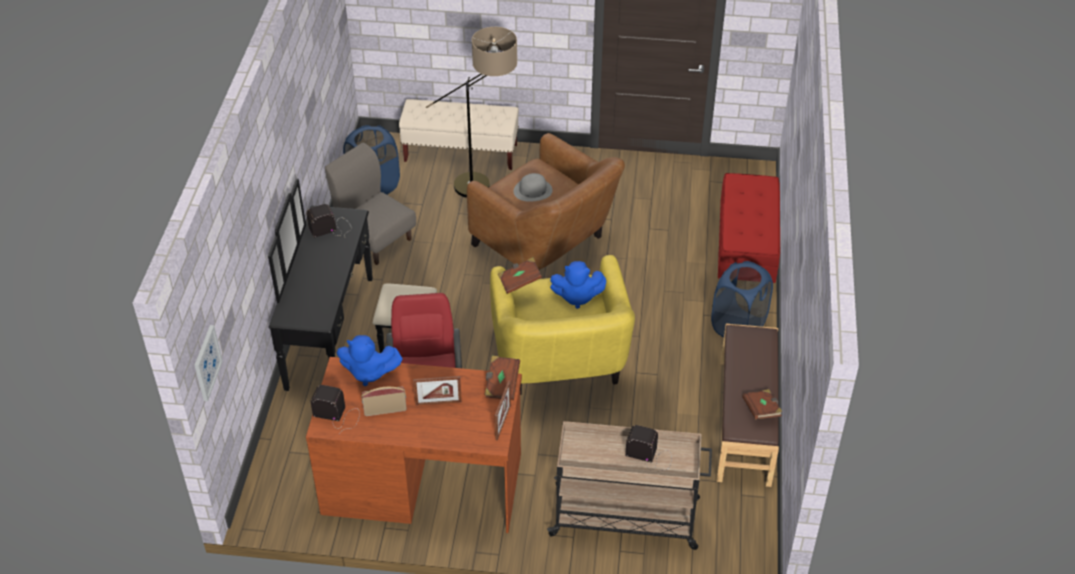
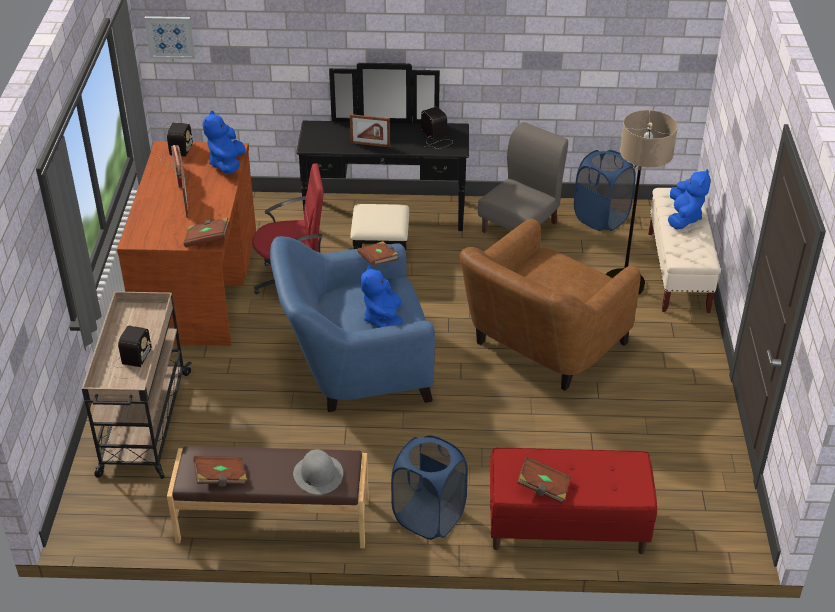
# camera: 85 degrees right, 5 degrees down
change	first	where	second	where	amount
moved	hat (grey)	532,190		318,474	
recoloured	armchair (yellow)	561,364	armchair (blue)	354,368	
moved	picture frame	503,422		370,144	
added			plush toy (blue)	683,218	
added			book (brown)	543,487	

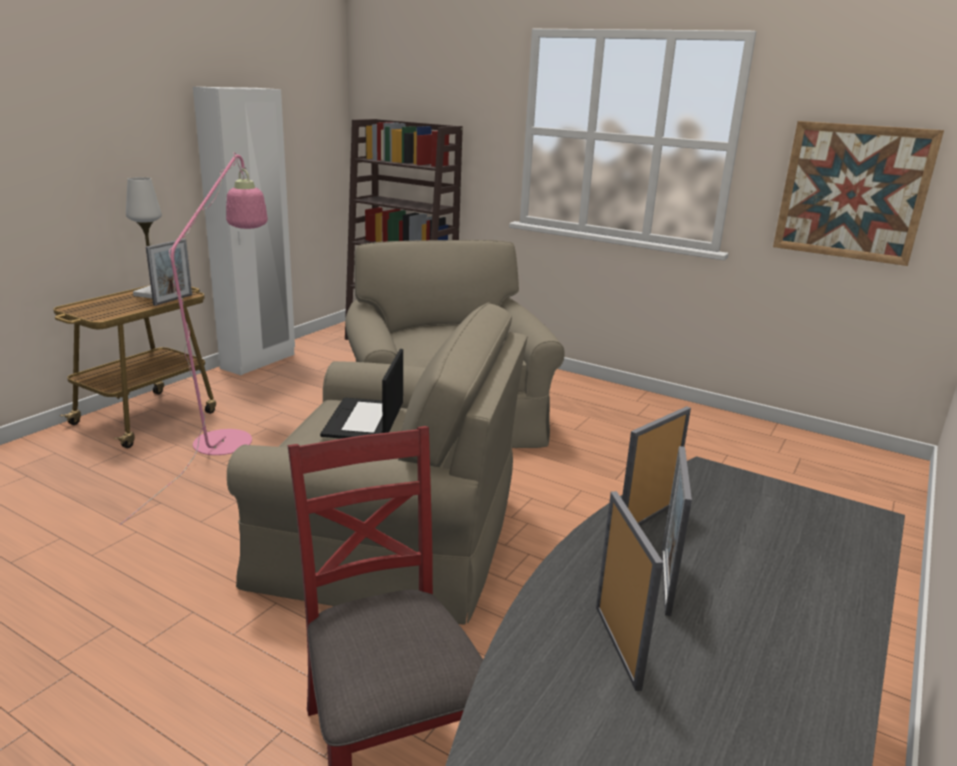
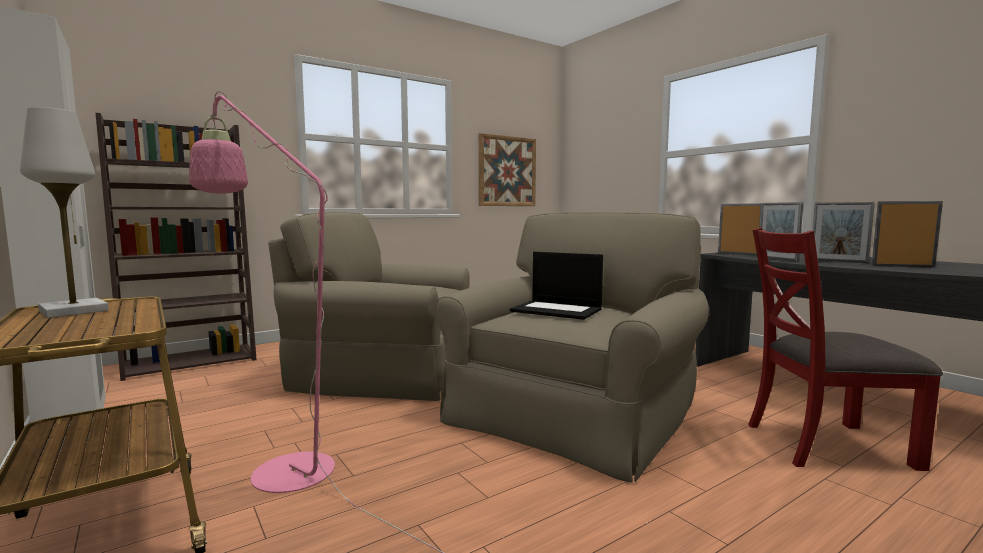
# camera: 65 degrees left, 15 degrees down
change	first	where	second	where	amount
moved	picture frame	173,300		738,253	

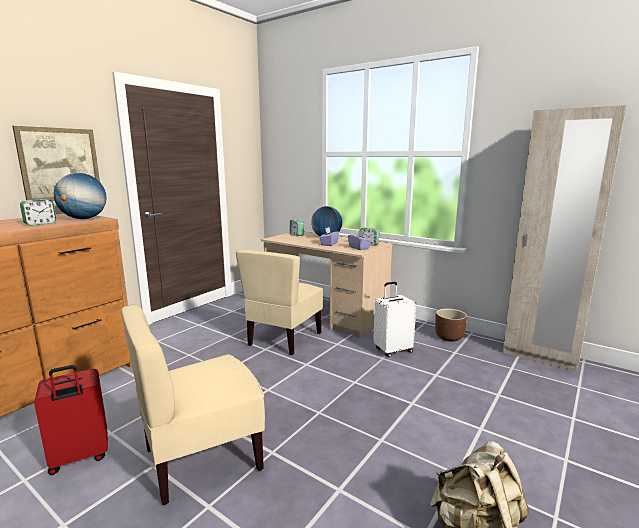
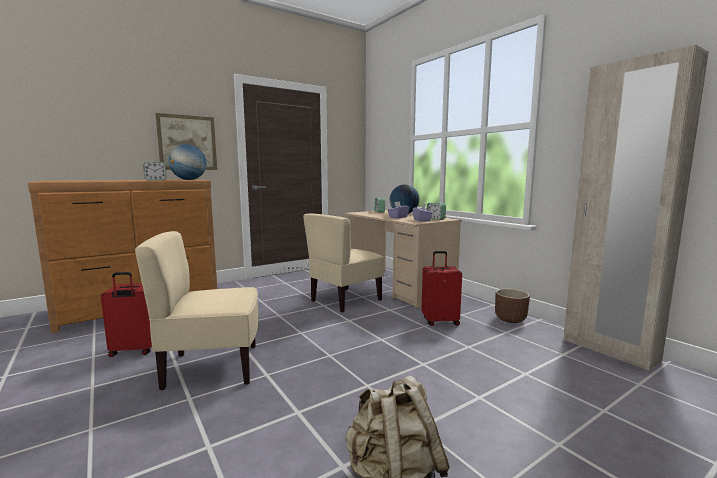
# camera: 20 degrees right, 5 degrees down
change	first	where	second	where	amount
recoloured	suitcase (white)	392,350	suitcase (red)	440,321	

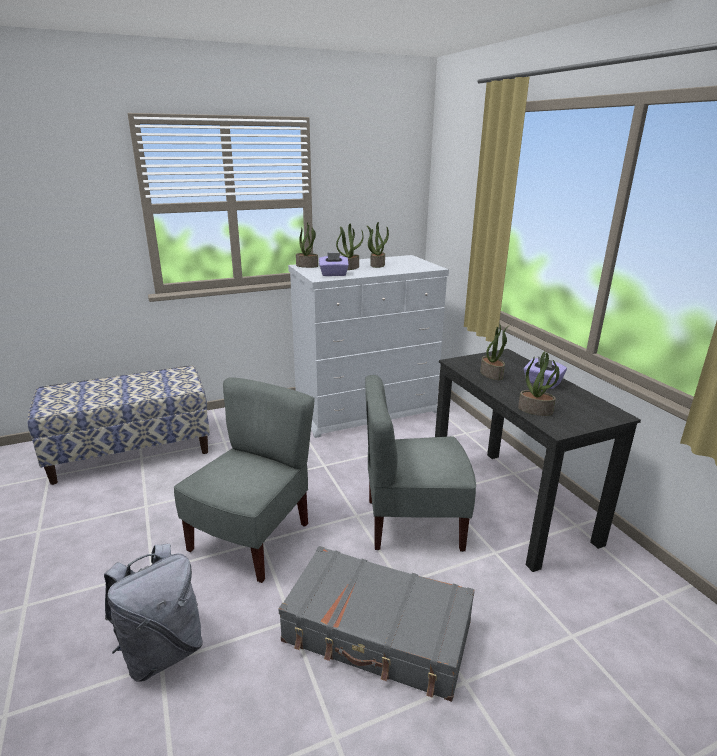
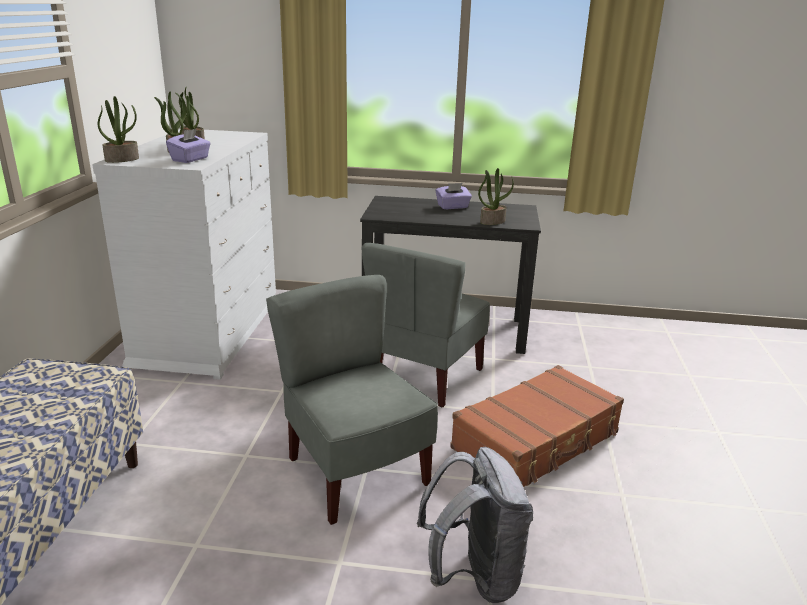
# camera: 60 degrees left, 0 degrees up
change	first	where	second	where	amount
removed	potted plant	492,374			
recoloured	suitcase (grey)	377,633	suitcase (brown)	537,441	

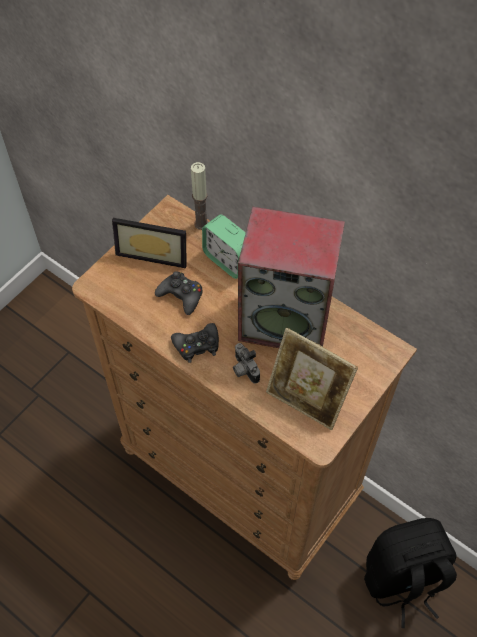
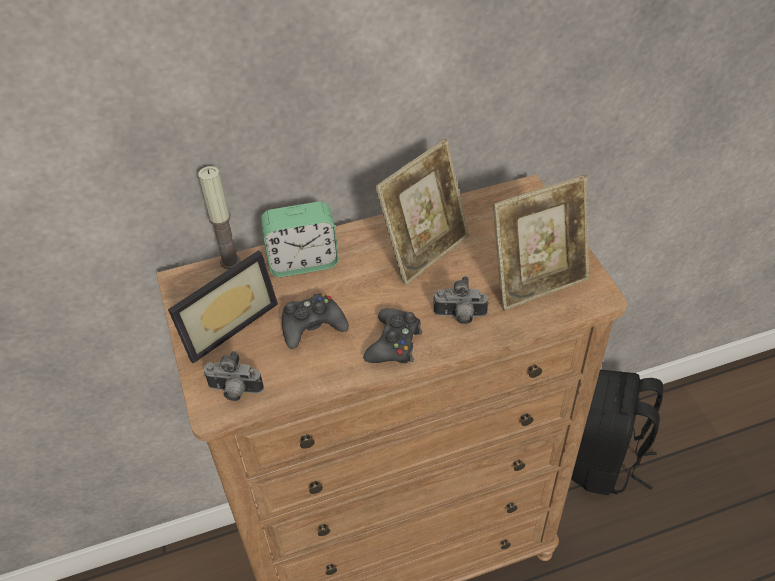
# camera: 55 degrees left, 10 degrees down
change	first	where	second	where	amount
replaced	speaker	286,320	picture frame	425,251	
added			photo camera	234,392	

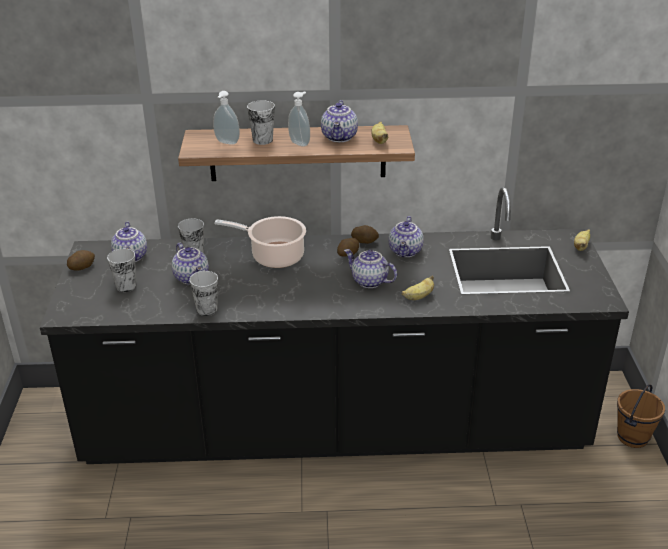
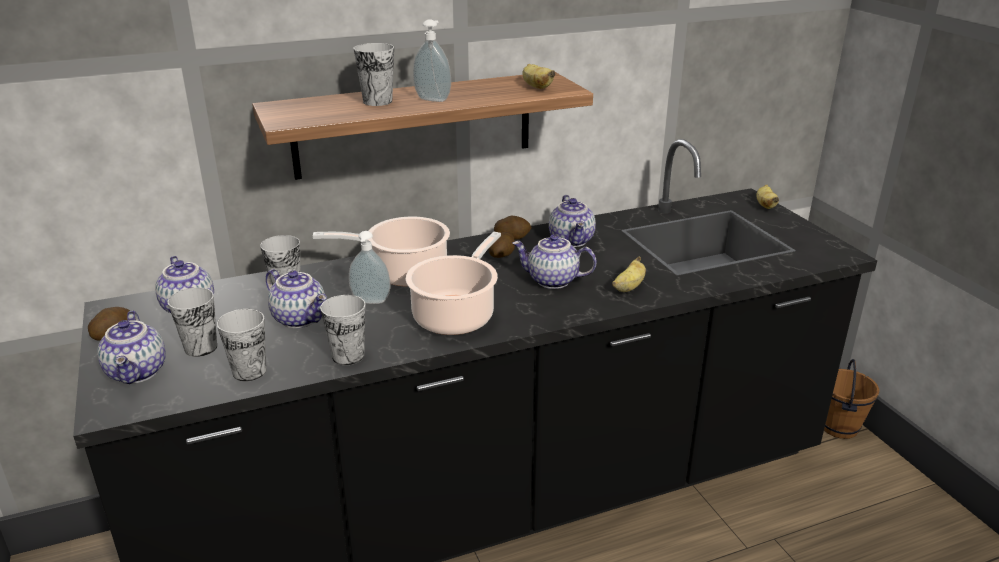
# camera: 20 degrees left, 5 degrees down
change	first	where	second	where	amount
moved	soap dispenser	226,143		370,302	
moved	teapot	340,137		138,372	
added			cooking pot	456,315	
added			cup	249,372	

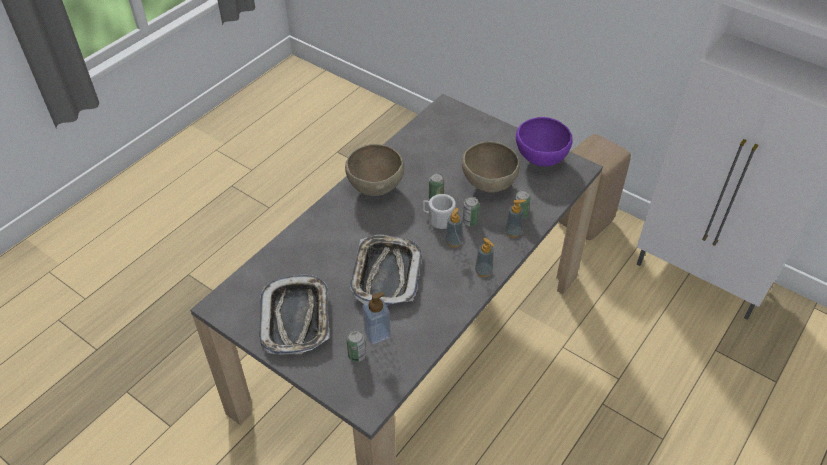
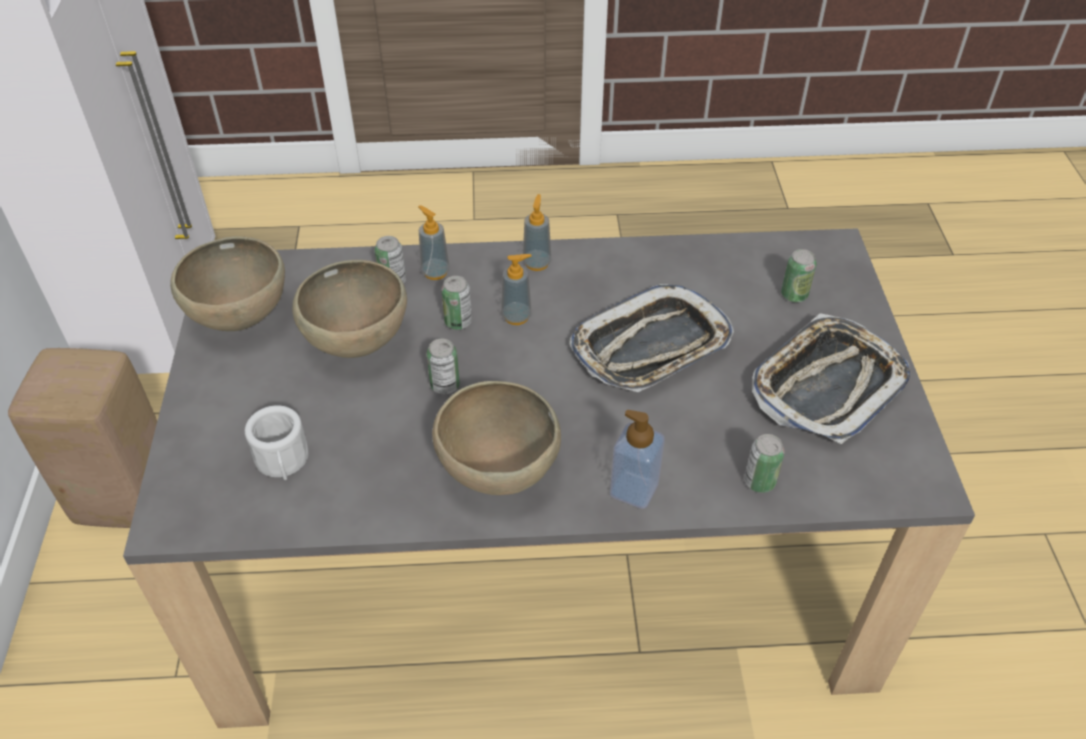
# camera: 130 degrees left, 0 degrees up
change	first	where	second	where	amount
recoloured	bowl (purple)	540,160	bowl (brown)	241,318	
moved	mug (white)	438,219		283,462	
moved	soap dispenser	377,334		634,489	
added			can	759,482	

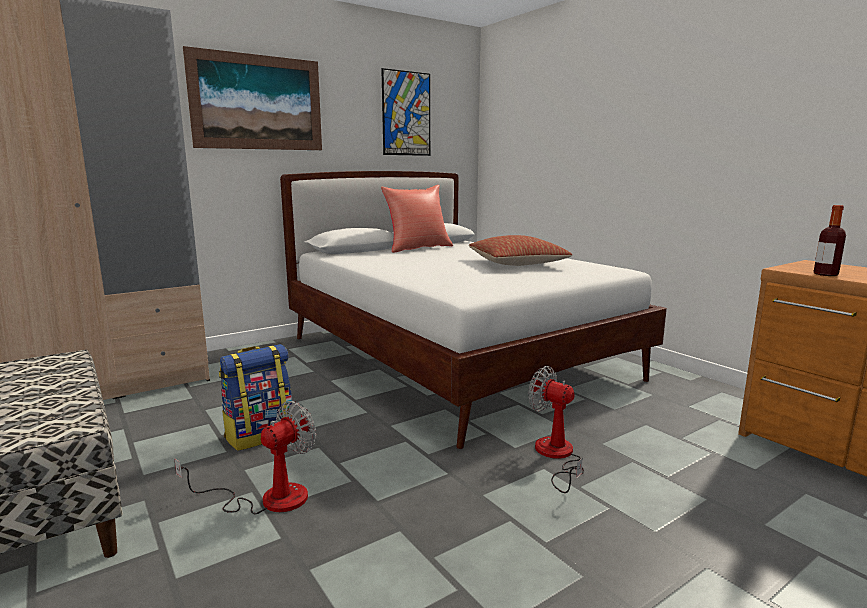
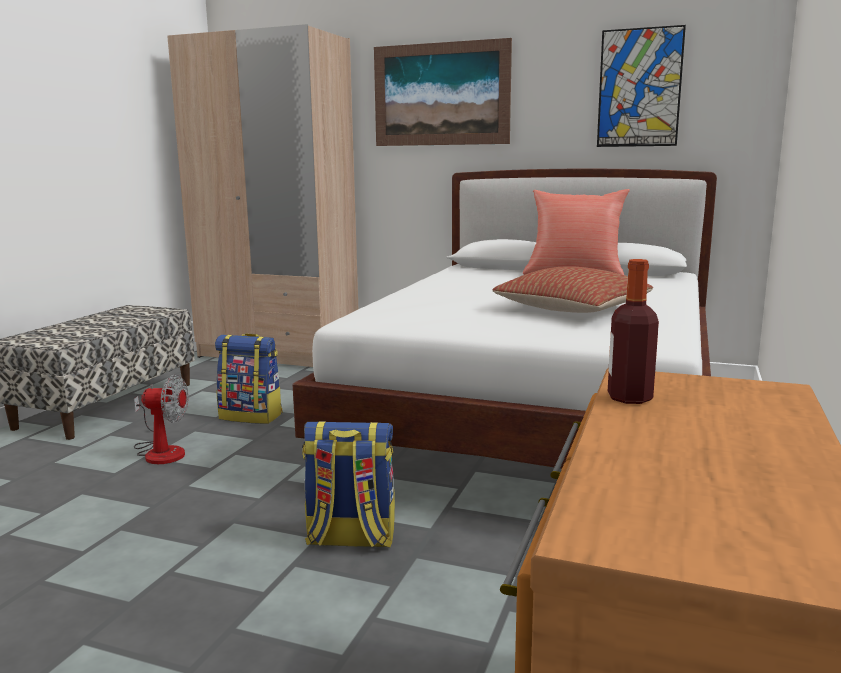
# camera: 55 degrees right, 0 degrees up
change	first	where	second	where	amount
replaced	fan	556,456	backpack	350,538	

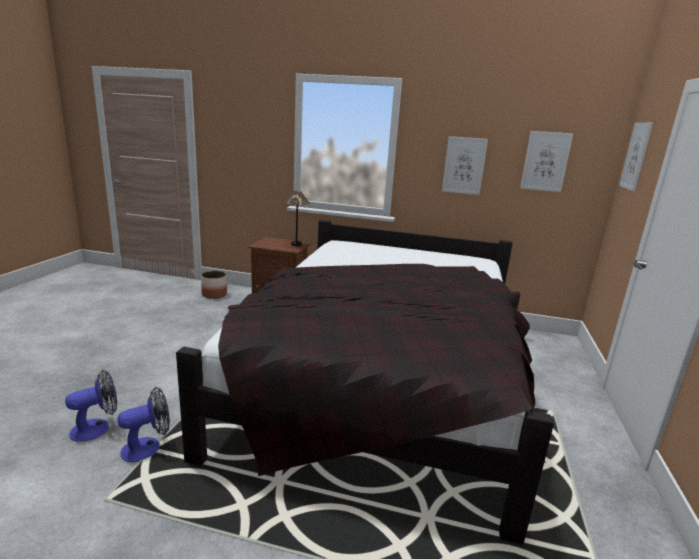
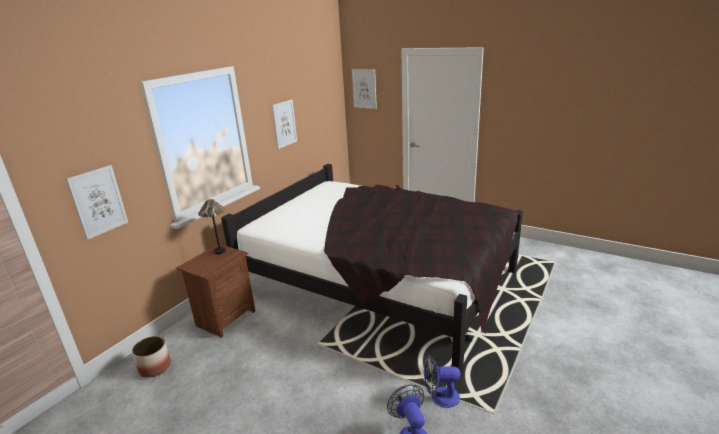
# camera: 70 degrees left, 5 degrees up
change	first	where	second	where	amount
moved	picture	545,161		98,201	
turned	fan	148,447		440,397	75 degrees counterclockwise

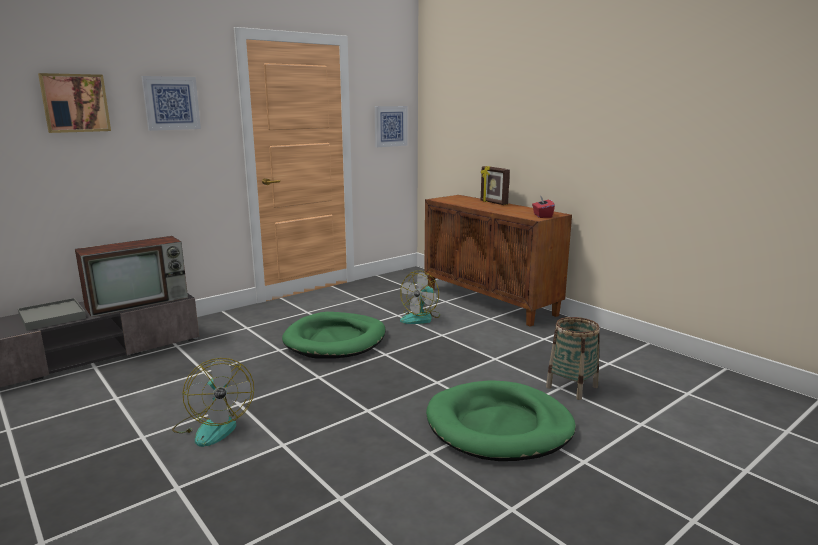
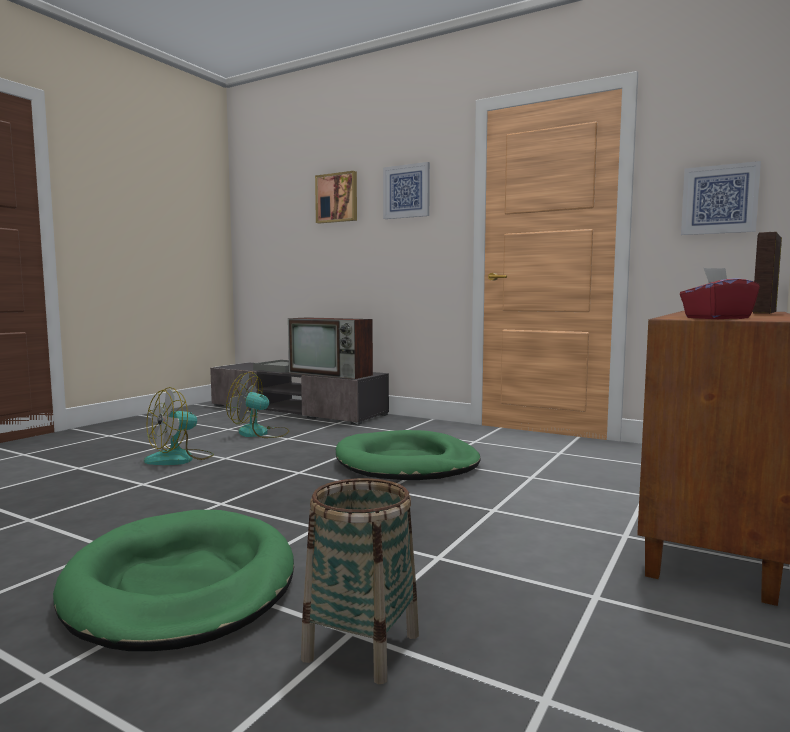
# camera: 70 degrees right, 10 degrees down
change	first	where	second	where	amount
moved	fan	421,318		260,433	

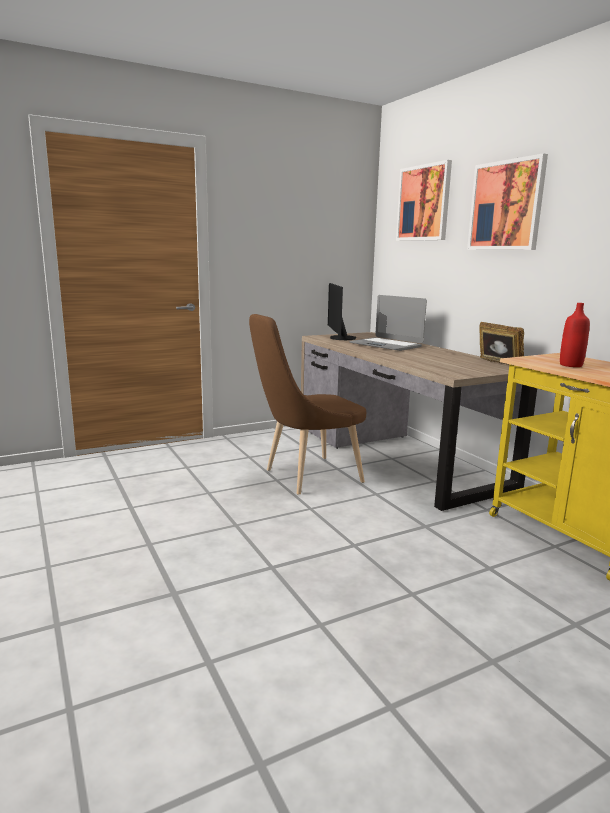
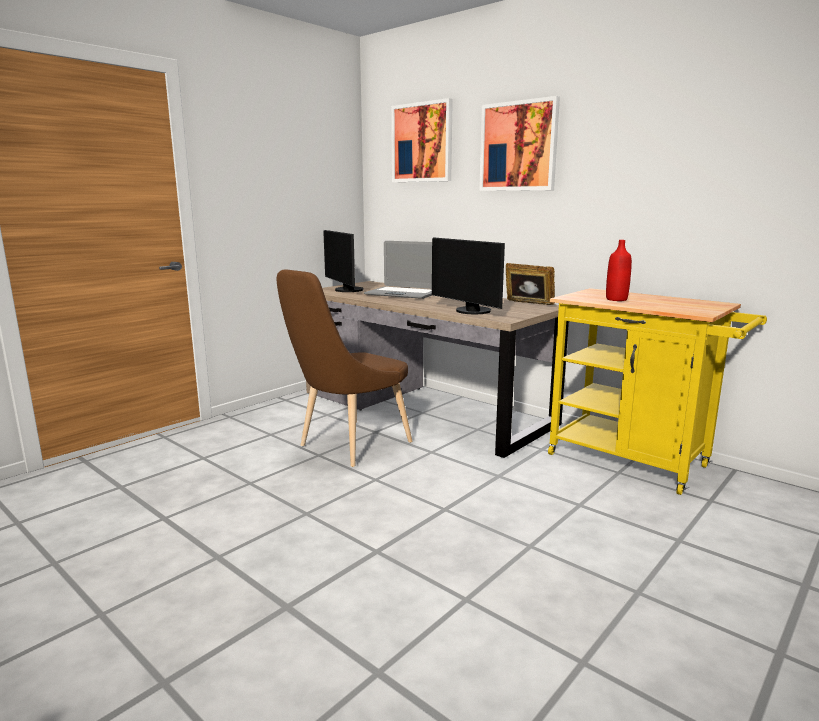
# camera: 20 degrees left, 0 degrees up
change	first	where	second	where	amount
added			monitor	470,311	

